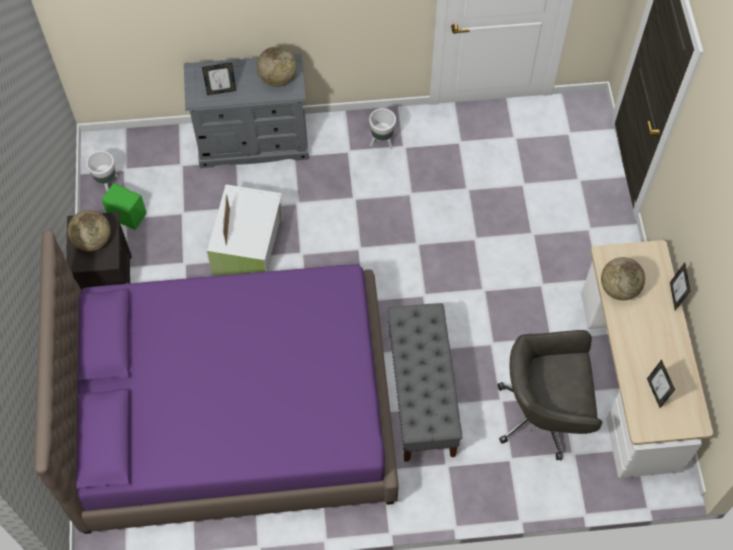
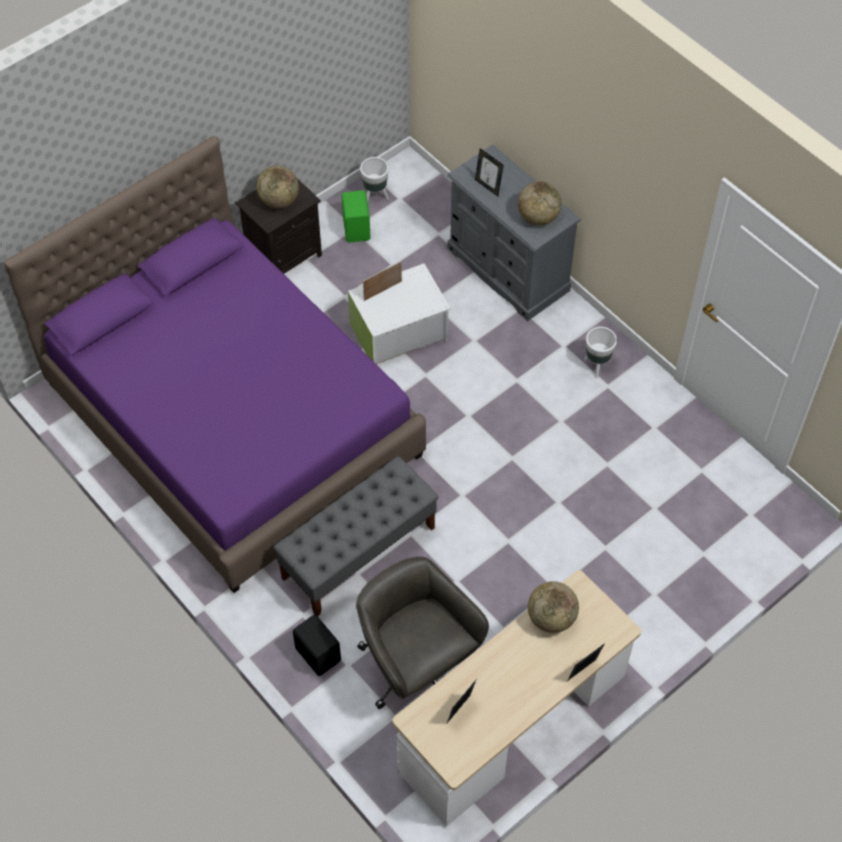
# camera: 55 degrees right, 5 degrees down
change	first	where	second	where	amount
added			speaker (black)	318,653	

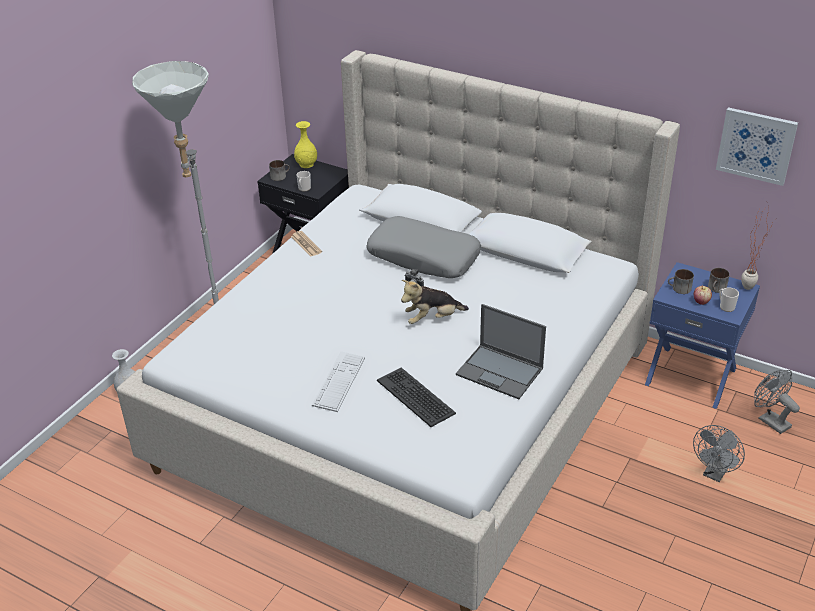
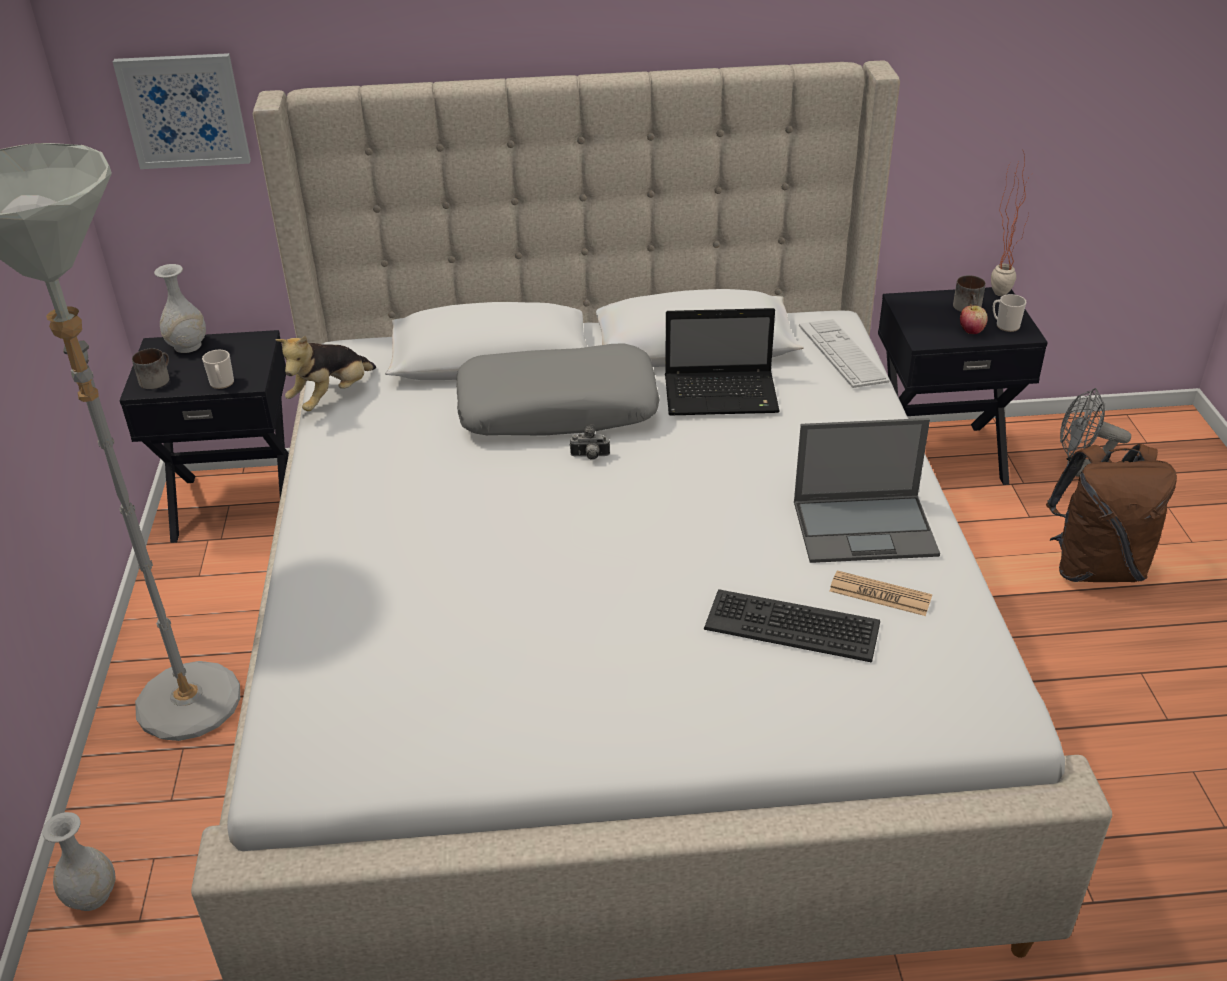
# camera: 35 degrees left, 0 degrees up
change	first	where	second	where	amount
moved	picture	756,145		184,110	
recoloured	vase (yellow)	306,164	vase (white)	188,346	
moved	newspaper	306,244		880,594	
recoloured	nightstand (blue)	691,375	nightstand (black)	938,455	
removed	mug	679,289			
moved	plush toy	432,319		332,397	
moved	keyboard	339,382		842,354	
replaced	fan (grey)	715,473	backpack (brown)	1095,567	
added			laptop	723,395	

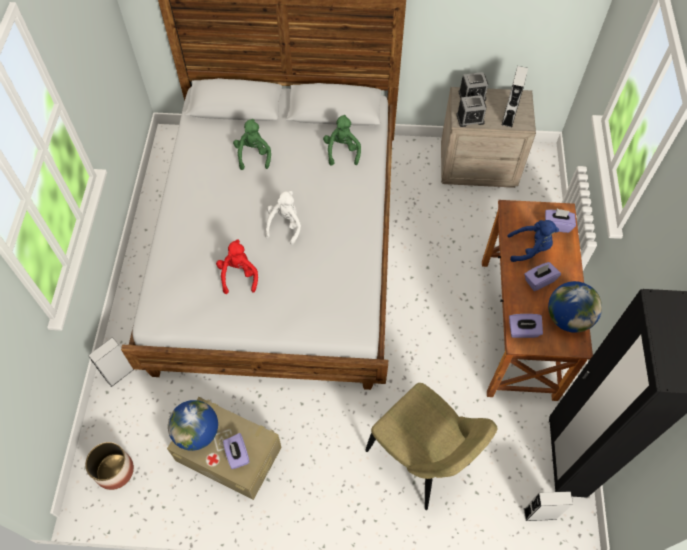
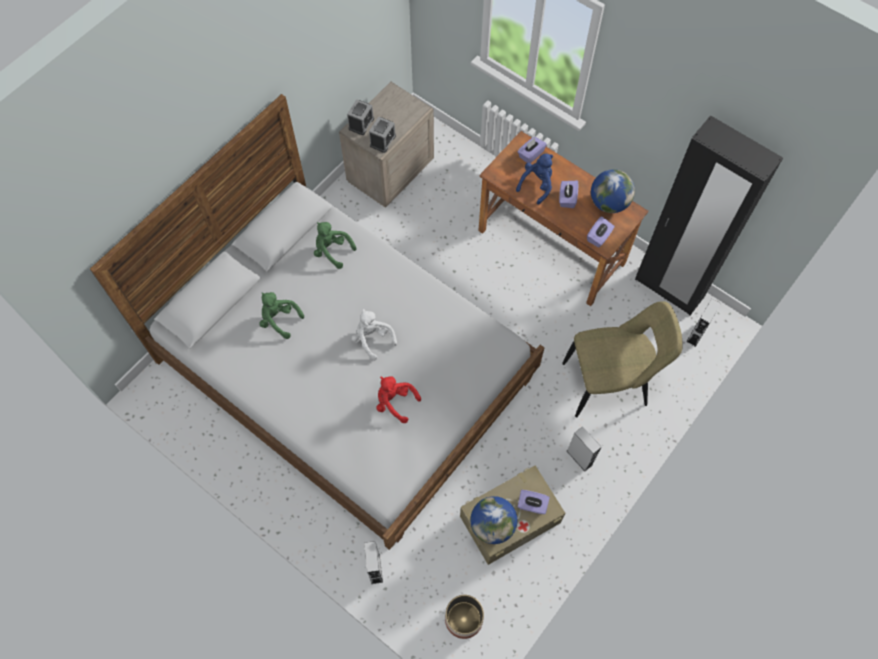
# camera: 55 degrees left, 5 degrees up
change	first	where	second	where	amount
moved	speaker (grey)	509,116		579,458	

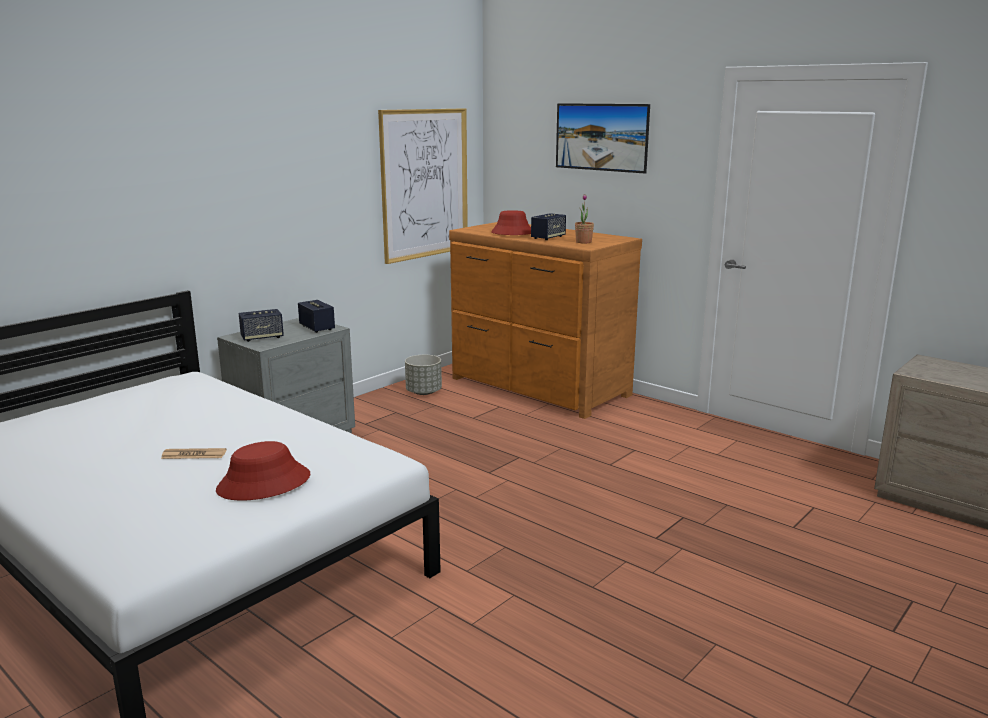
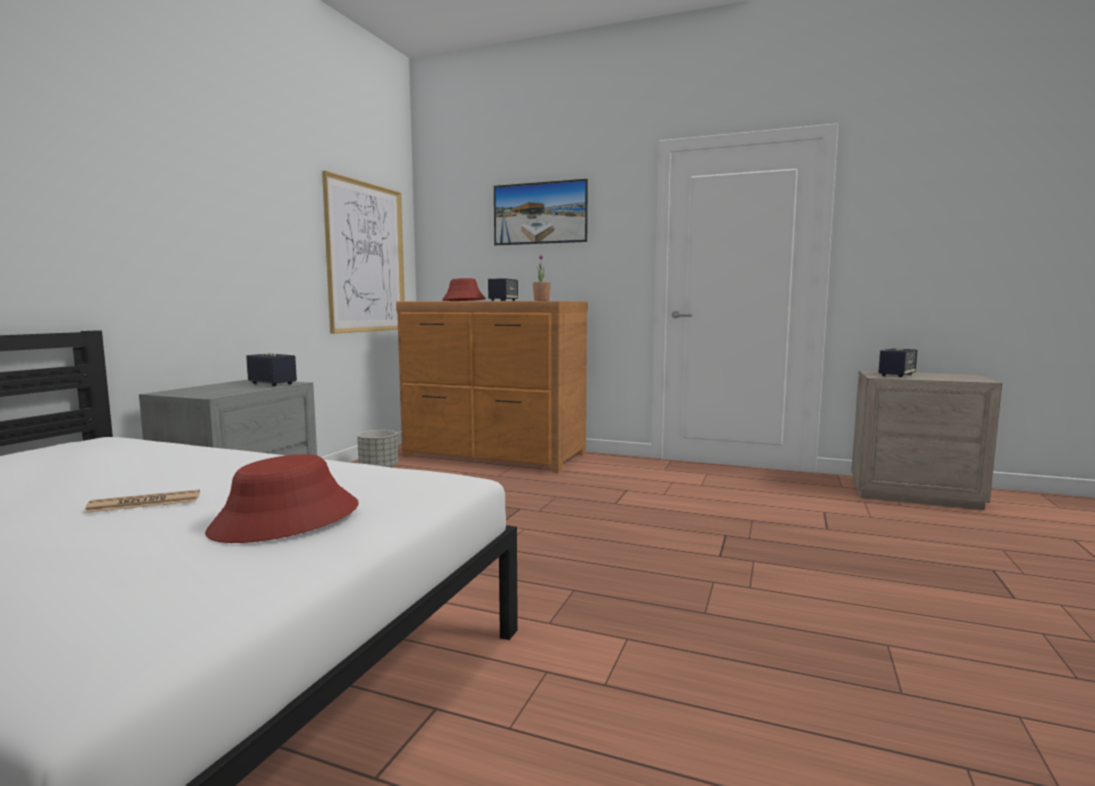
# camera: 20 degrees left, 10 degrees down
change	first	where	second	where	amount
moved	speaker	262,337		896,375	

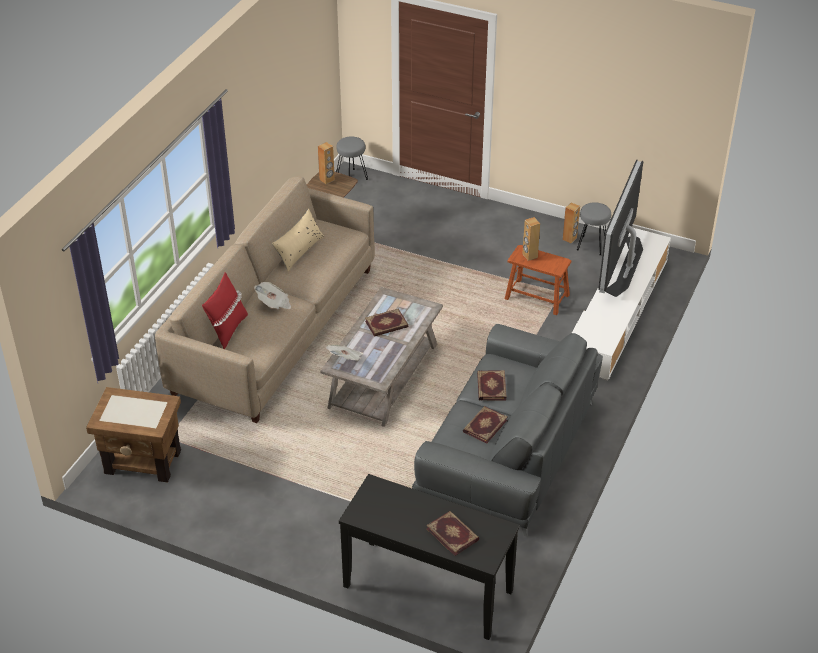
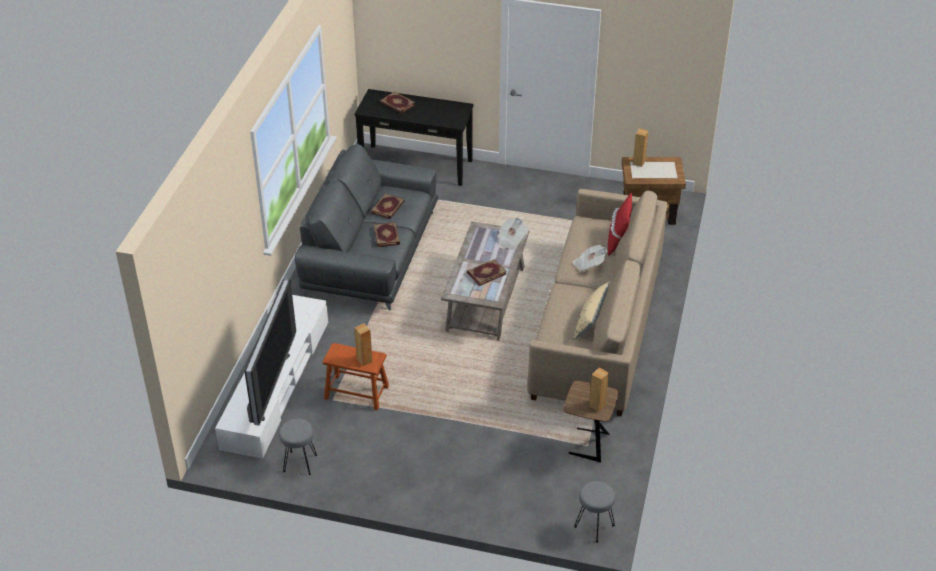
# camera: 170 degrees right, 0 degrees up
change	first	where	second	where	amount
moved	speaker (brown)	569,239		638,162	

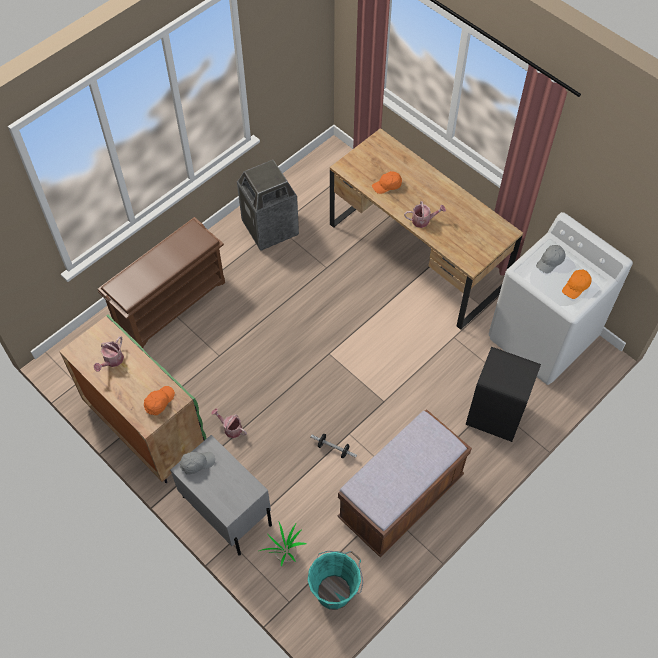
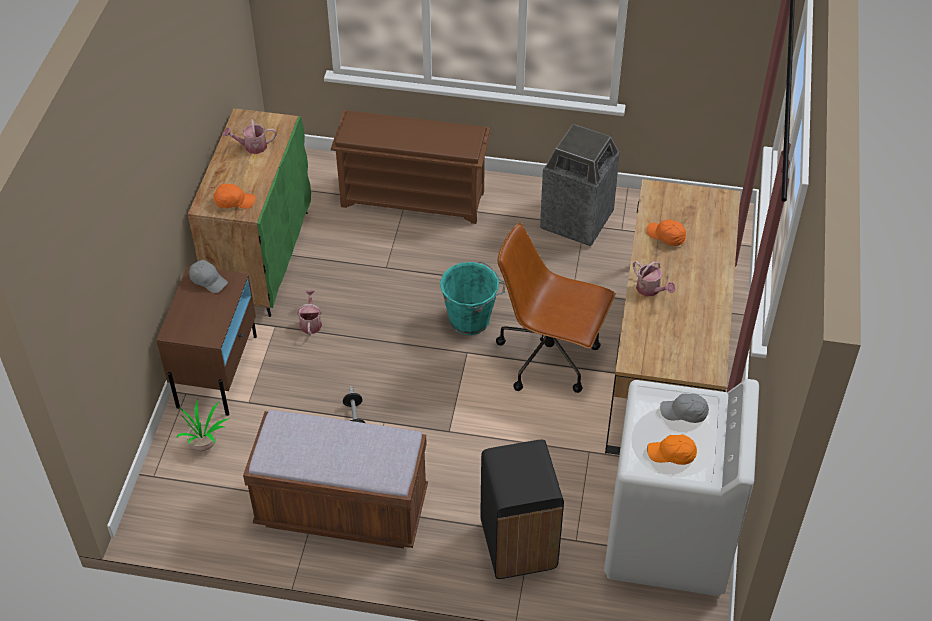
# camera: 55 degrees right, 10 degrees down
change	first	where	second	where	amount
recoloured	nightstand (grey)	226,510	nightstand (brown)	217,370	
moved	bucket (turquoise)	335,591		471,320	
added			office chair (brown)	550,357	

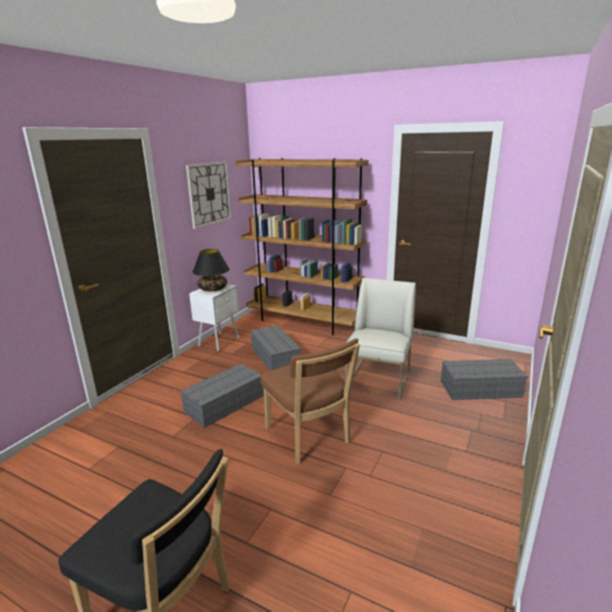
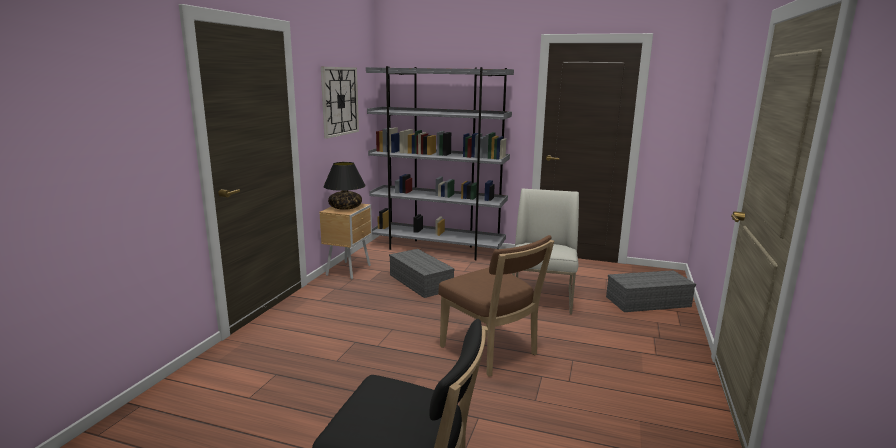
# camera: 10 degrees left, 5 degrees down
change	first	where	second	where	amount
recoloured	bookcase (brown)	304,322	bookcase (grey)	438,249	
recoloured	nightstand (white)	220,342	nightstand (brown)	349,270	
removed	storage box (grey)	225,403			

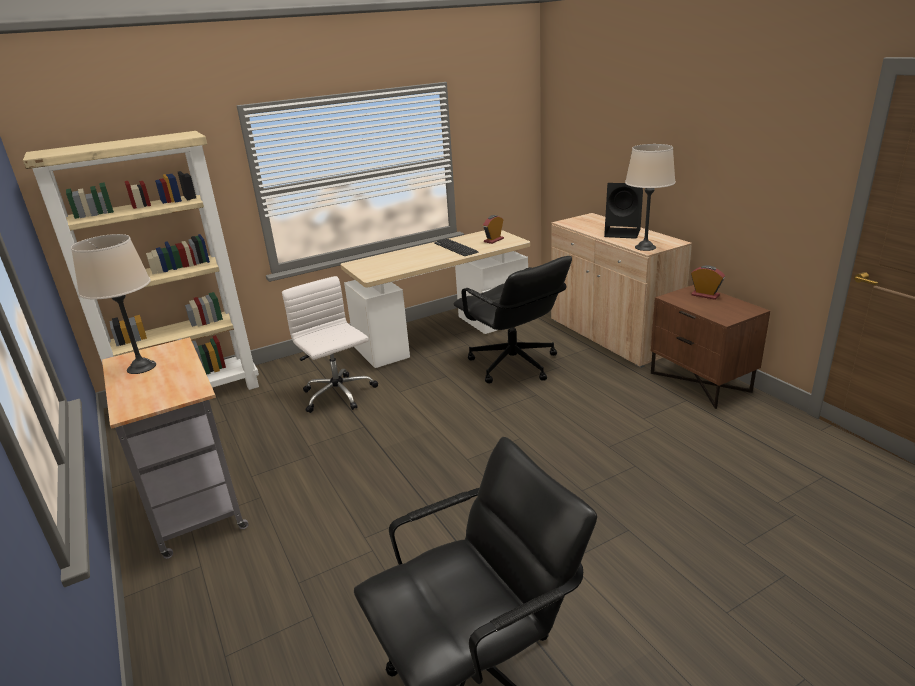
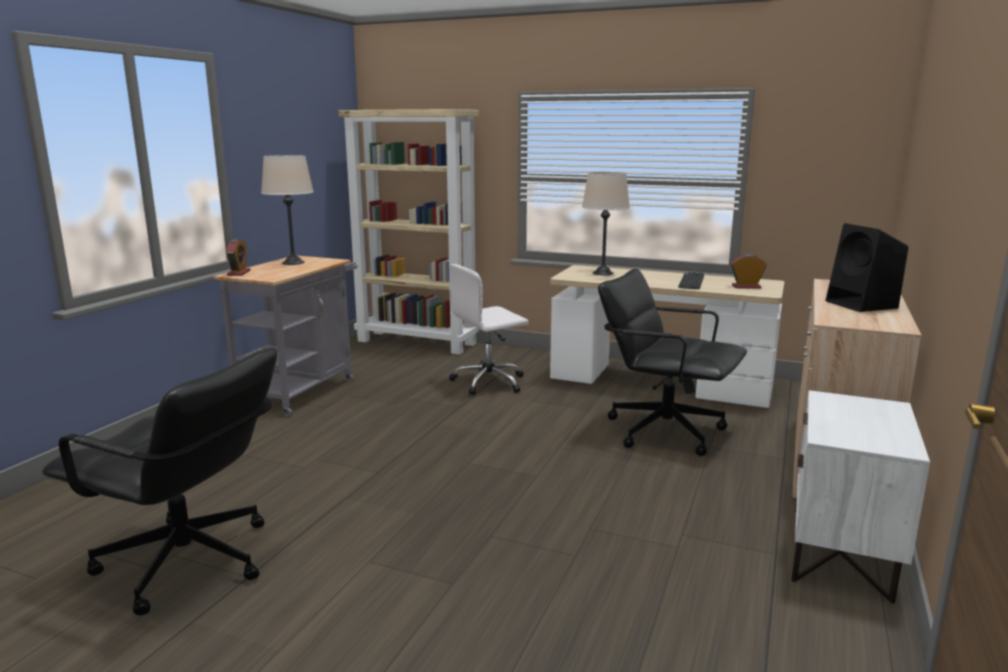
# camera: 50 degrees right, 10 degrees down
change	first	where	second	where	amount
moved	table lamp (beige)	645,247		603,273	
turned	office chair (black)	513,365		664,430	105 degrees clockwise
moved	alarm clock	705,295		239,273	
turned	office chair (white)	339,395		490,382	135 degrees counterclockwise
recoloured	nightstand (brown)	701,382	nightstand (white)	841,553	

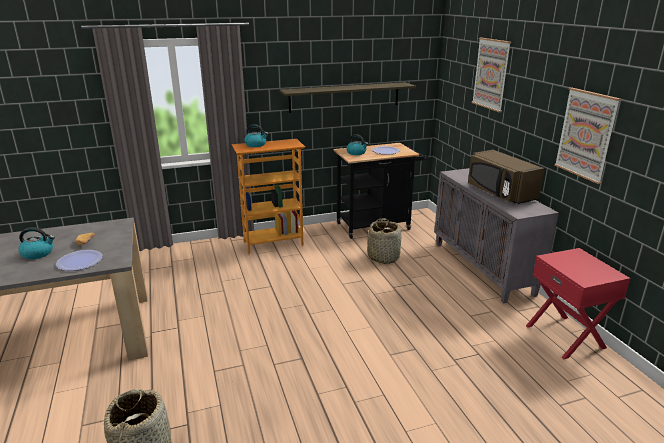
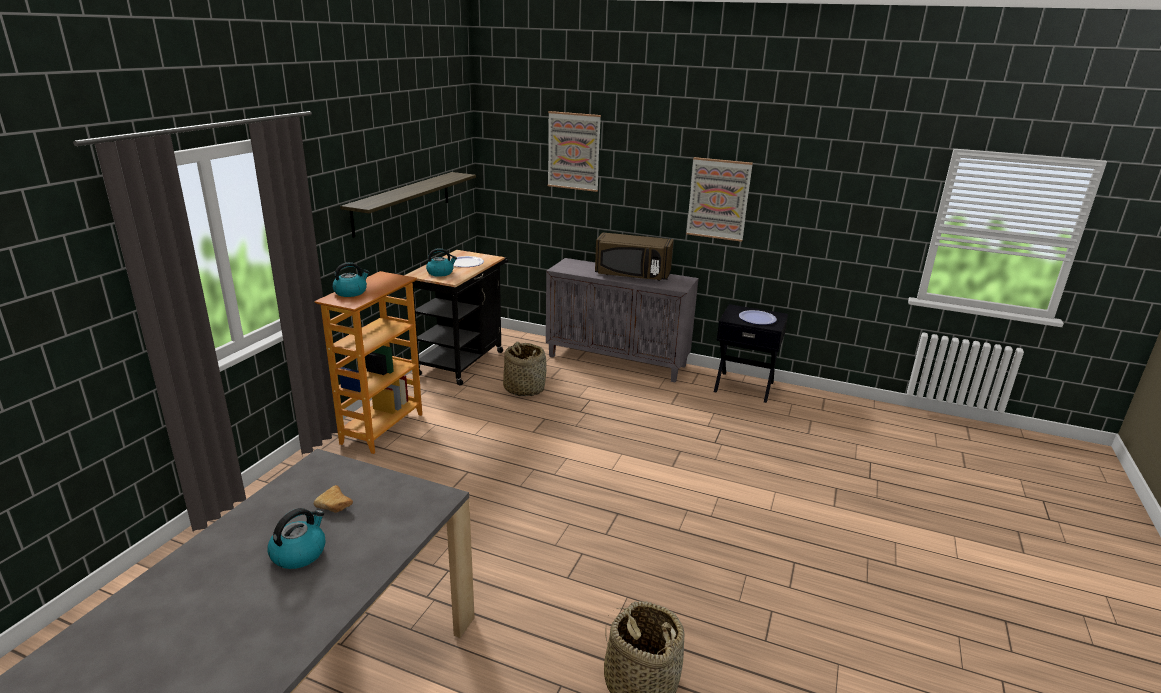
# camera: 50 degrees left, 0 degrees up
change	first	where	second	where	amount
recoloured	nightstand (red)	565,336	nightstand (black)	744,386	
moved	plate	79,261		757,318	

